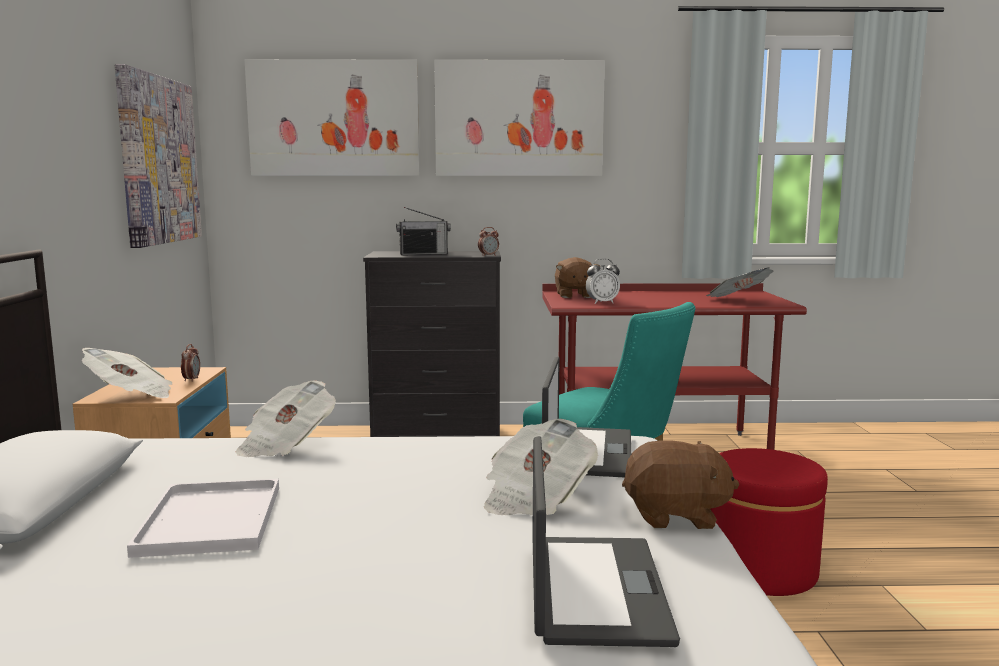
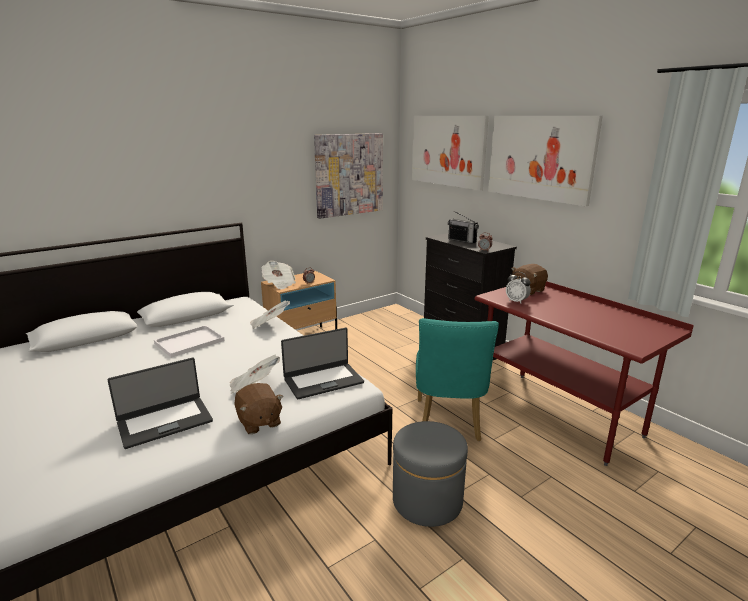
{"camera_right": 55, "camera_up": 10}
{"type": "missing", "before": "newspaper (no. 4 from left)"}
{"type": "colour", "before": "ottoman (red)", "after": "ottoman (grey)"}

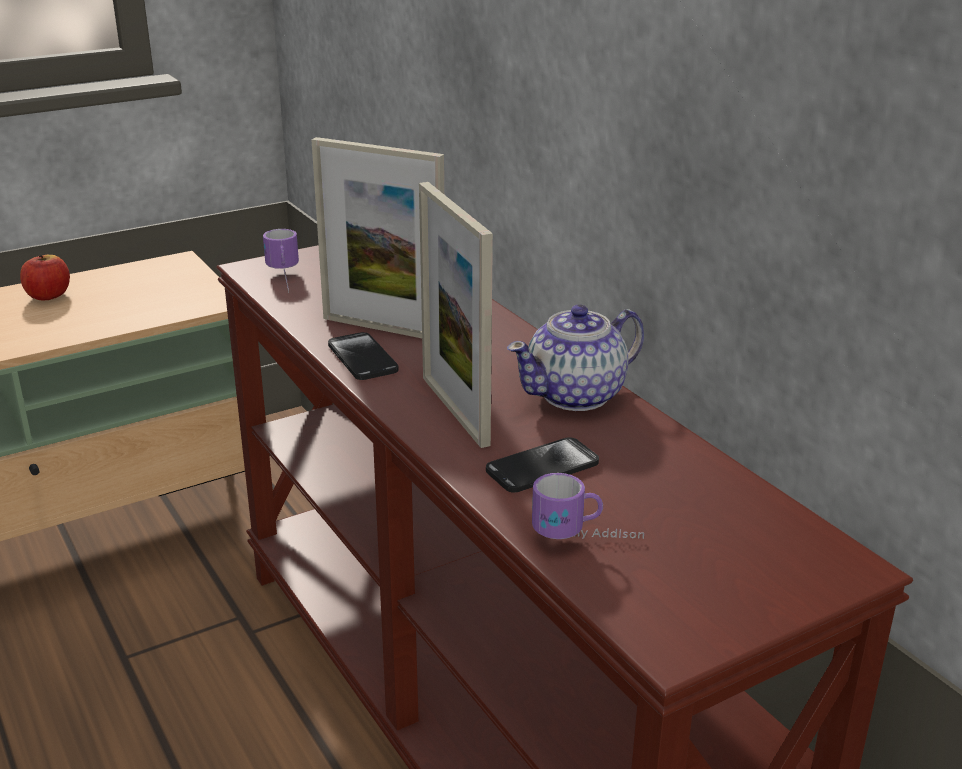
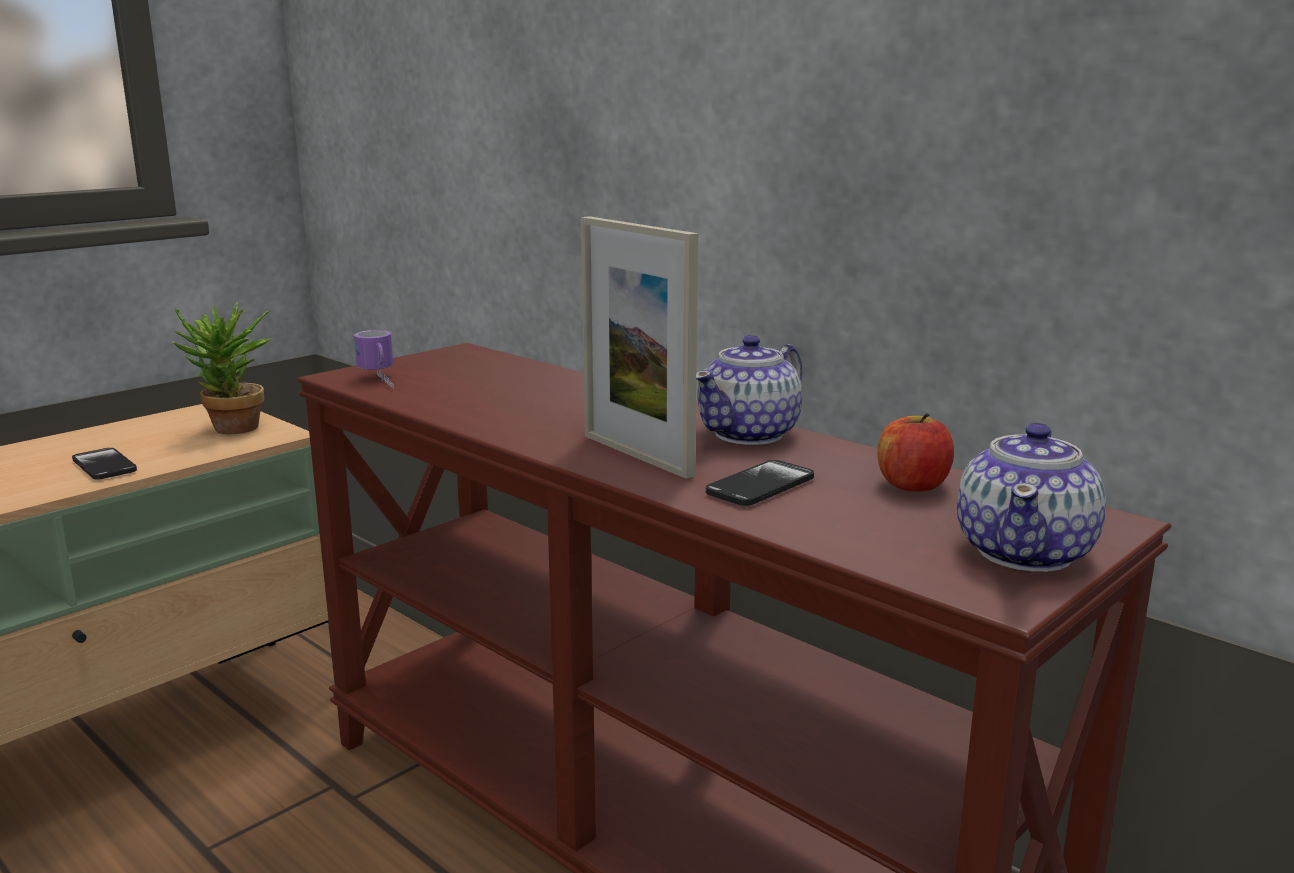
{"camera_right": -15, "camera_up": -10}
{"type": "missing", "before": "picture frame (no. 1 from left)"}
{"type": "relocated", "before": "apple"}
{"type": "relocated", "before": "phone (no. 1 from left)"}
{"type": "missing", "before": "mug (no. 2 from left)"}
{"type": "appeared", "after": "potted plant"}
{"type": "appeared", "after": "teapot (no. 2 from left)"}

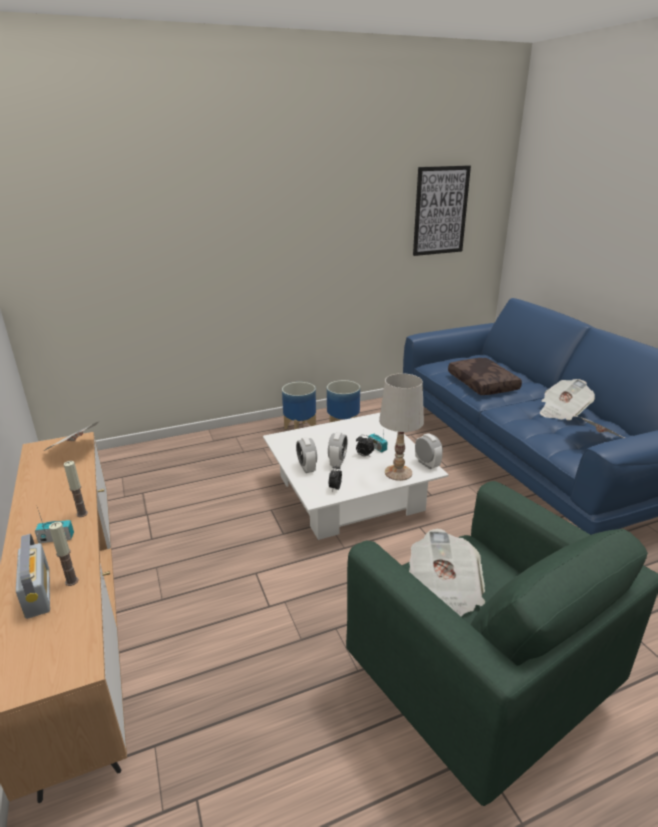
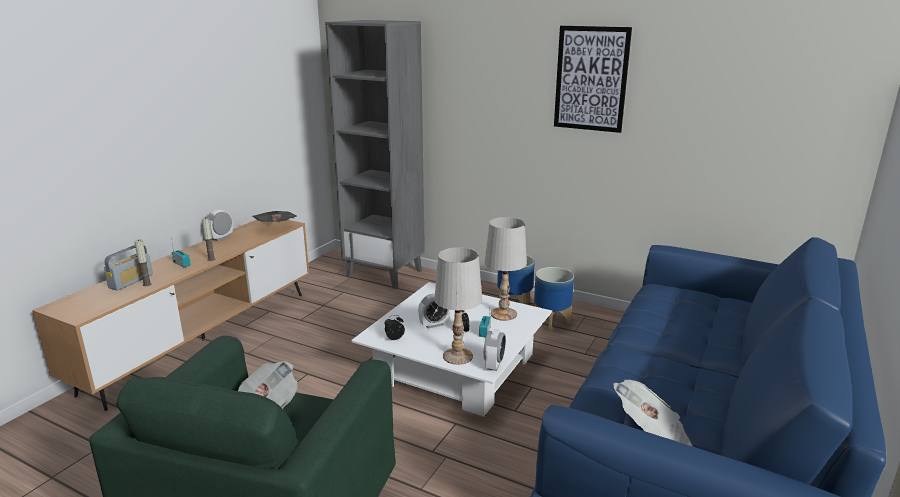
{"camera_right": 50, "camera_up": -5}
{"type": "relocated", "before": "picture"}
{"type": "missing", "before": "pillow (brown)"}
{"type": "missing", "before": "newspaper (no. 3 from left)"}
{"type": "relocated", "before": "alarm clock (no. 1 from left)"}
{"type": "appeared", "after": "bookcase (grey)"}
{"type": "appeared", "after": "table lamp (white) (no. 2 from left)"}

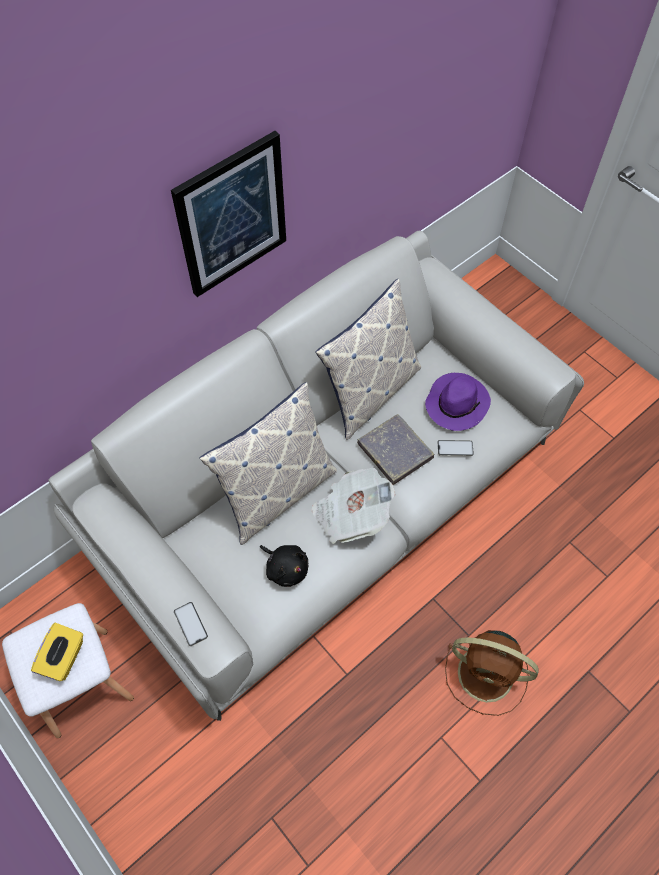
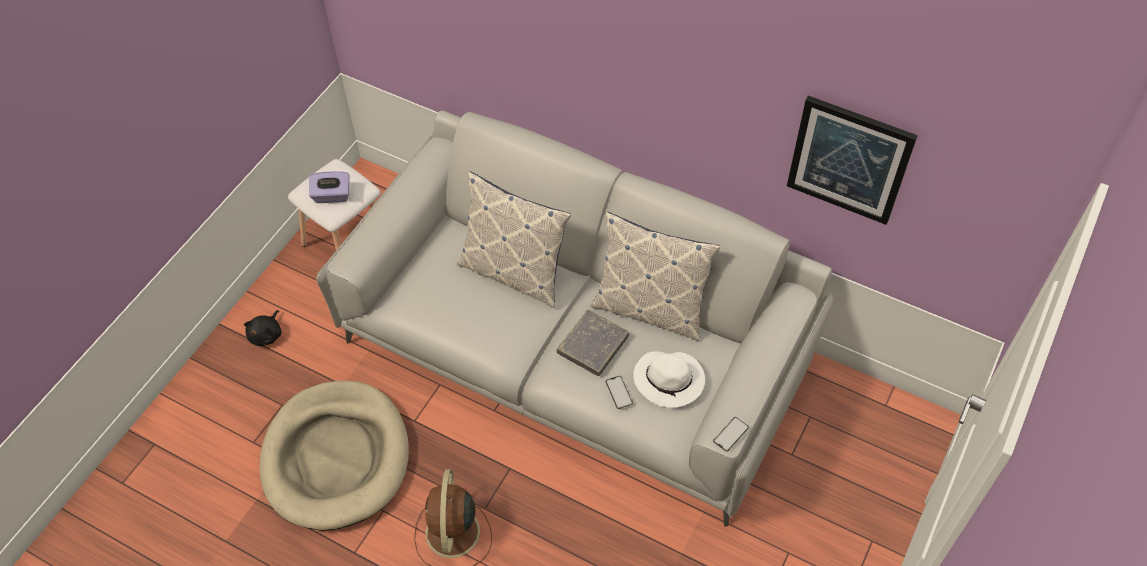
{"camera_right": 70, "camera_up": -5}
{"type": "relocated", "before": "picture"}
{"type": "colour", "before": "hat (purple)", "after": "hat (white)"}
{"type": "missing", "before": "newspaper"}
{"type": "relocated", "before": "plush toy (black)"}
{"type": "relocated", "before": "phone (no. 1 from left in the first image)", "after": "phone (no. 2 from left)"}
{"type": "colour", "before": "tissue box (yellow)", "after": "tissue box (purple)"}
{"type": "appeared", "after": "dog bed (beige)"}

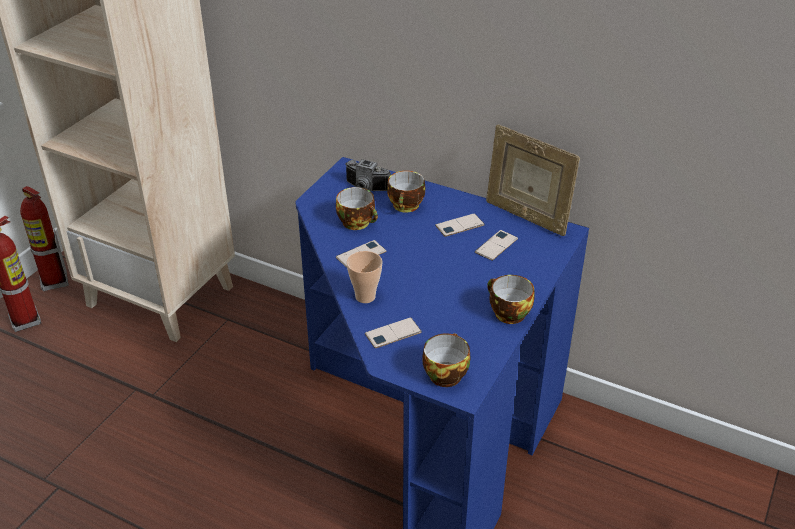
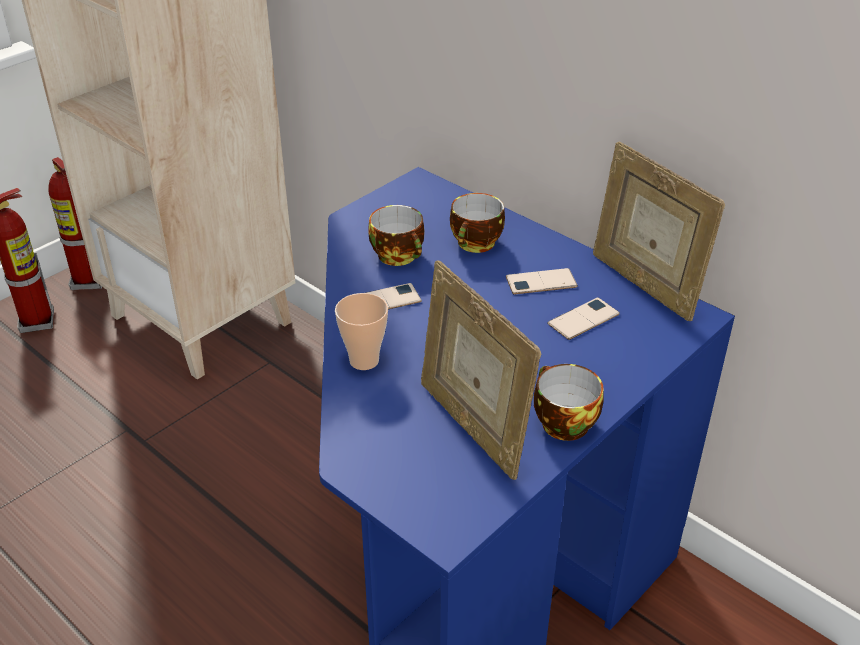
{"camera_right": 15, "camera_up": 0}
{"type": "missing", "before": "photo camera"}
{"type": "missing", "before": "phone (no. 2 from left)"}
{"type": "missing", "before": "cup (no. 4 from left)"}
{"type": "appeared", "after": "picture frame (no. 1 from left)"}

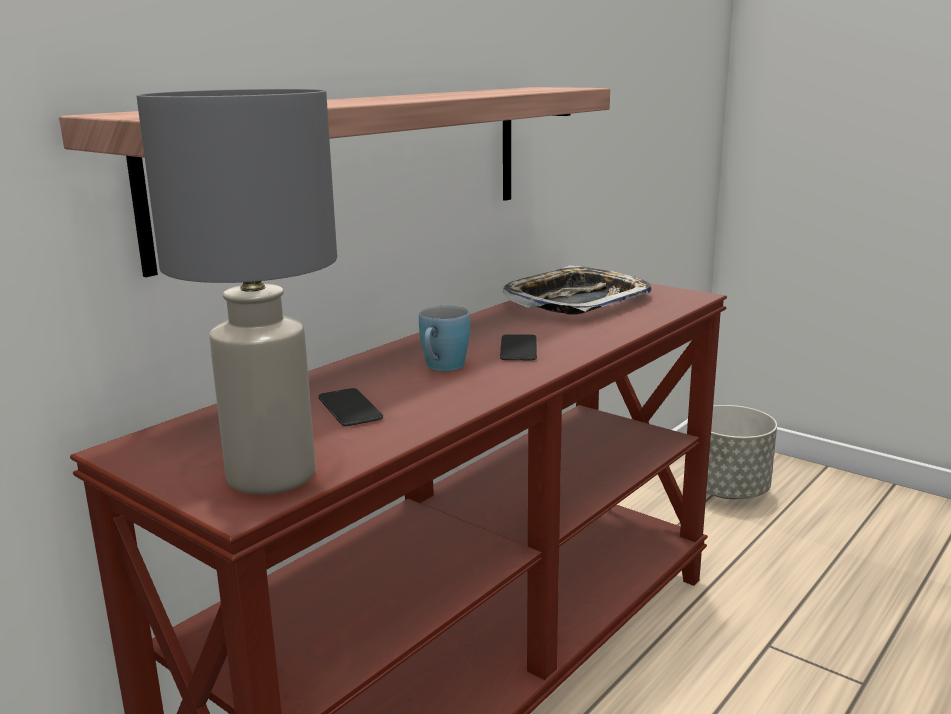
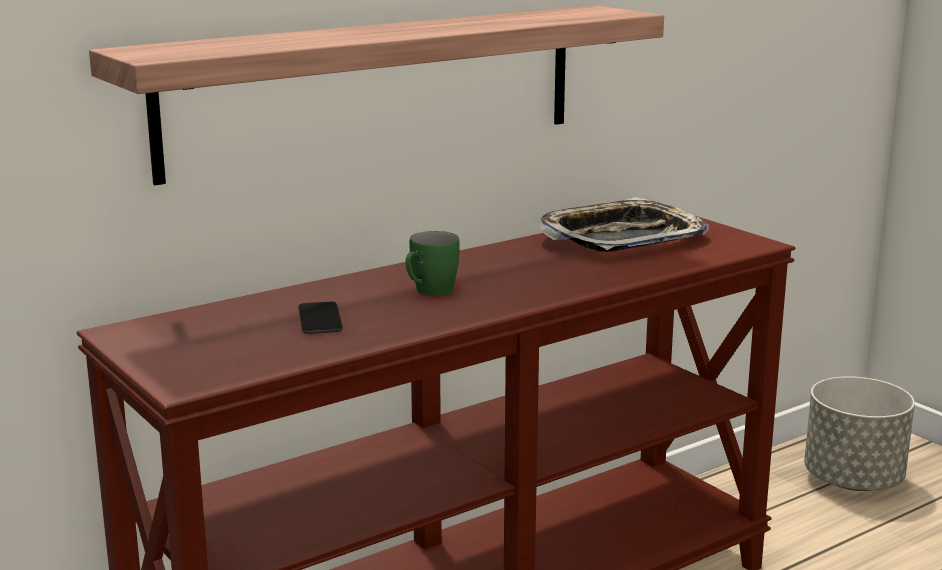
{"camera_right": 15, "camera_up": 0}
{"type": "missing", "before": "table lamp (grey)"}
{"type": "colour", "before": "mug (blue)", "after": "mug (green)"}
{"type": "missing", "before": "phone (no. 2 from left)"}

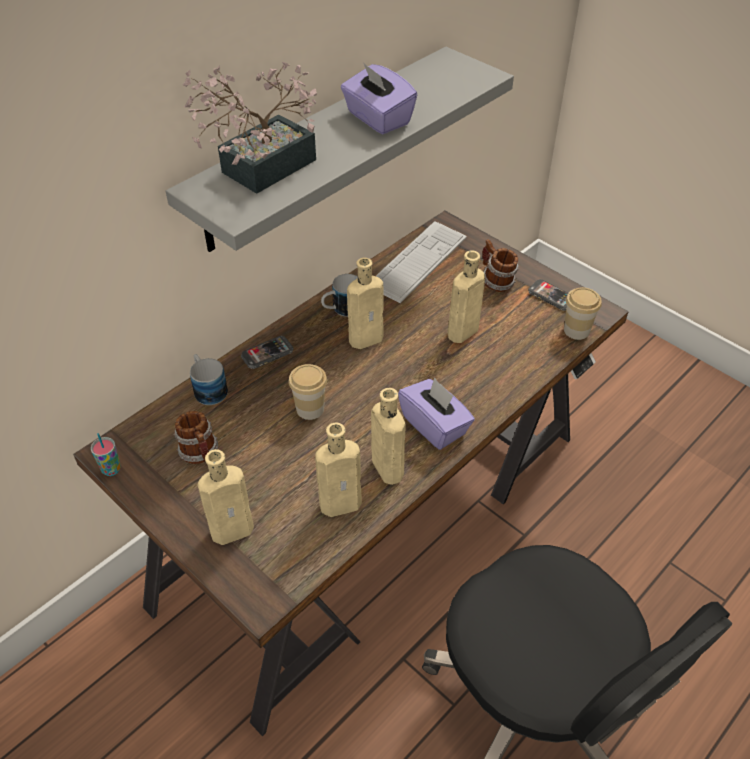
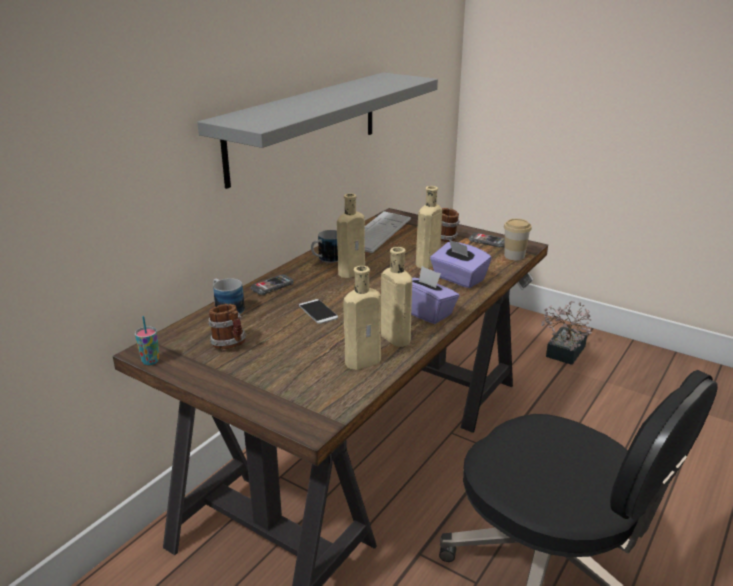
{"camera_right": -10, "camera_up": -20}
{"type": "relocated", "before": "potted plant"}
{"type": "relocated", "before": "tissue box (purple) (no. 1 from left in the first image)", "after": "tissue box (purple) (no. 2 from left)"}
{"type": "exchanged", "before": "cup (no. 2 from left)", "after": "phone (no. 2 from left)"}
{"type": "missing", "before": "bottle (beige) (no. 1 from left)"}

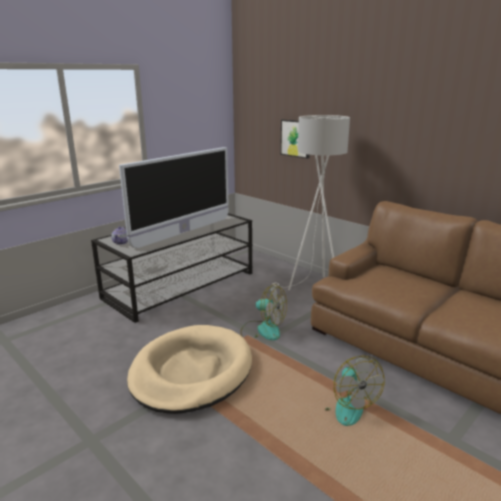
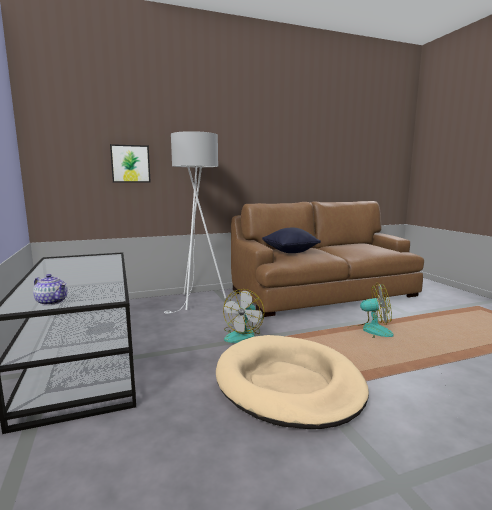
{"camera_right": -65, "camera_up": -10}
{"type": "missing", "before": "television"}
{"type": "spun", "before": "fan (no. 1 from left)", "turn": 150}
{"type": "appeared", "after": "pillow (black)"}

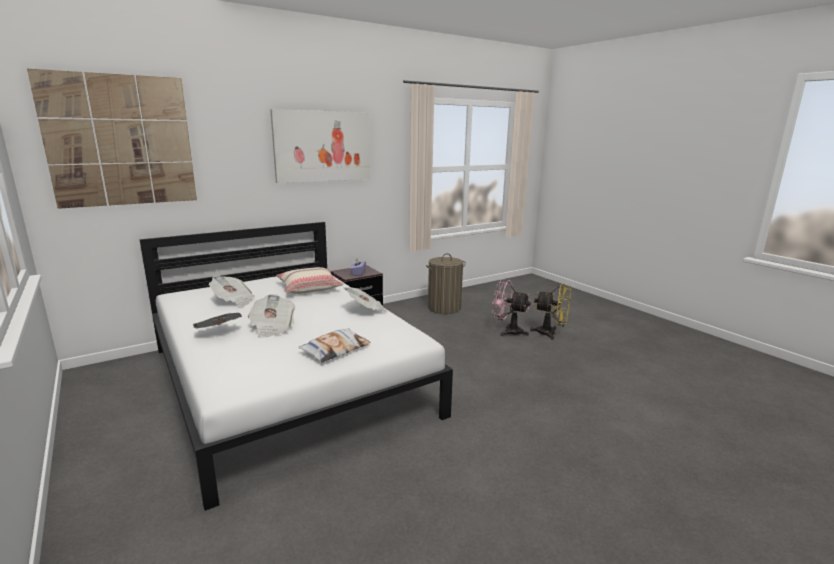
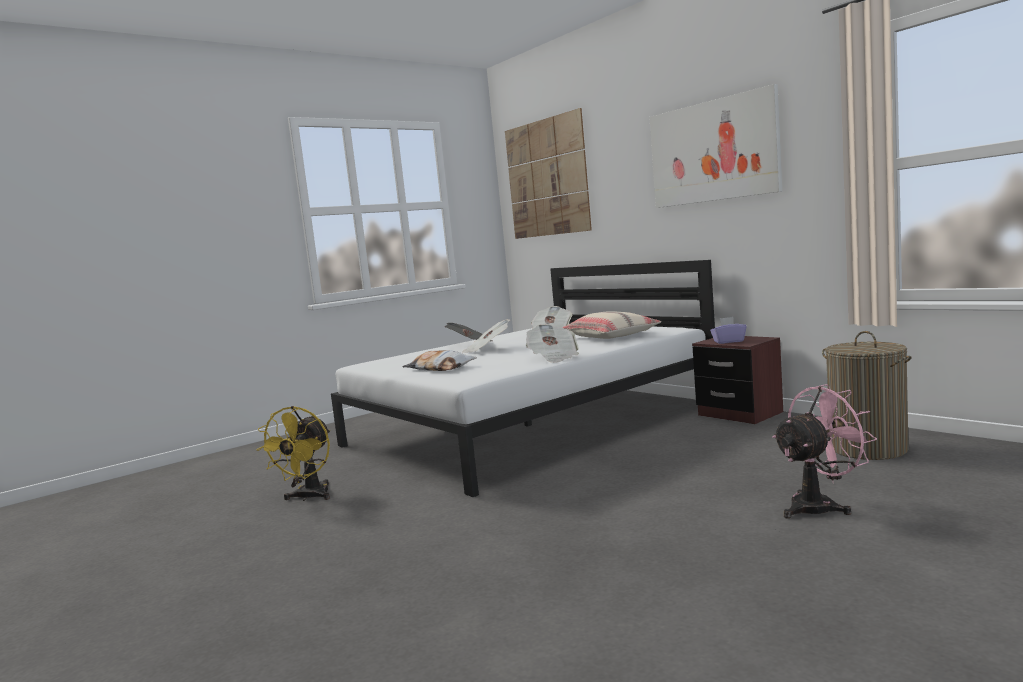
{"camera_right": 85, "camera_up": -10}
{"type": "spun", "before": "fan (pink)", "turn": 45}
{"type": "relocated", "before": "fan (yellow)"}

